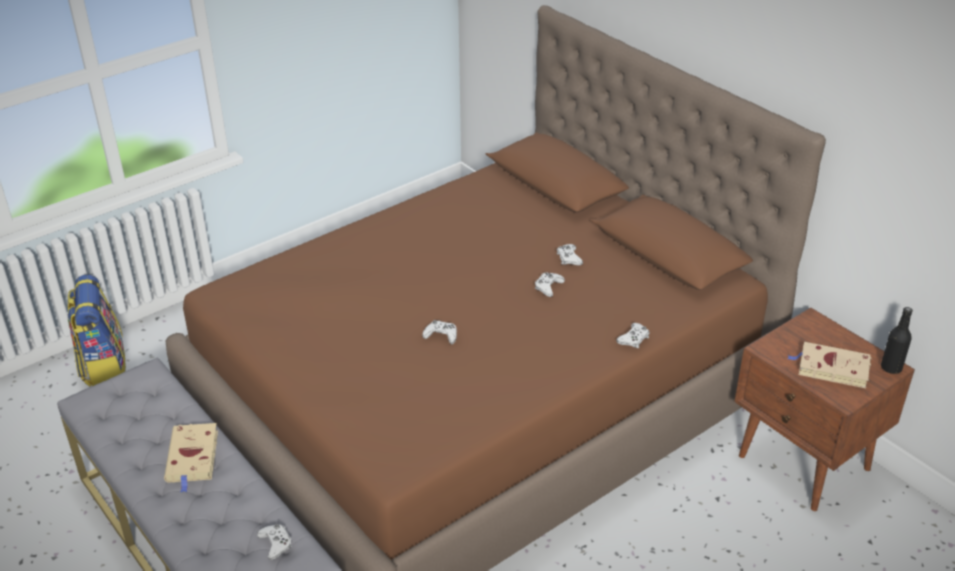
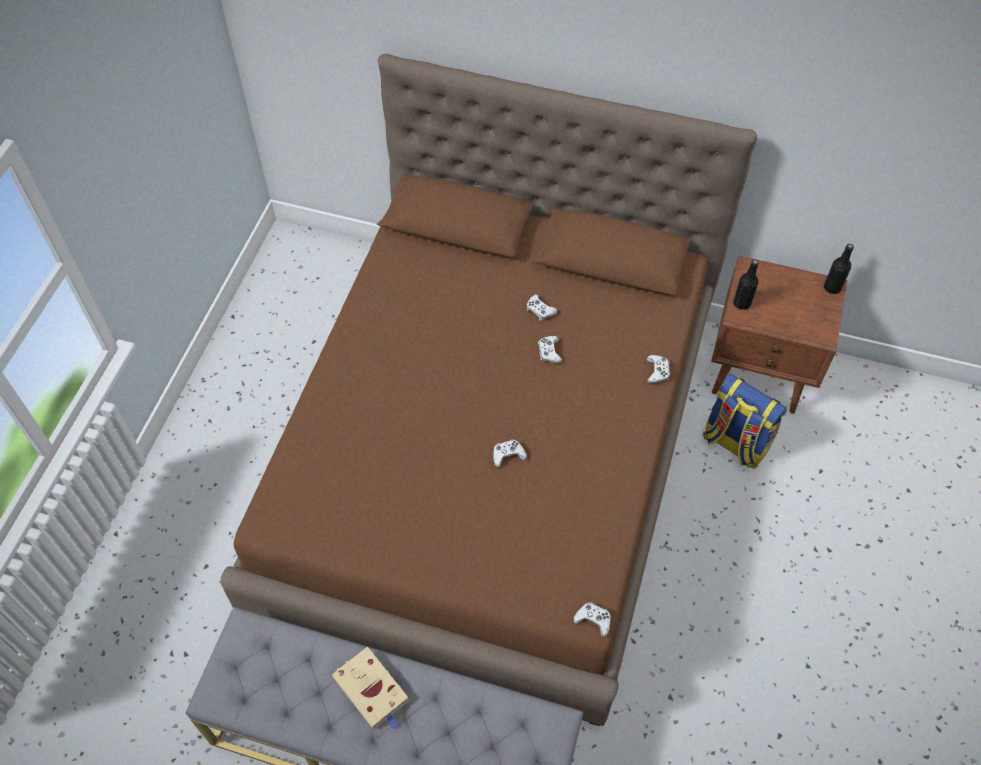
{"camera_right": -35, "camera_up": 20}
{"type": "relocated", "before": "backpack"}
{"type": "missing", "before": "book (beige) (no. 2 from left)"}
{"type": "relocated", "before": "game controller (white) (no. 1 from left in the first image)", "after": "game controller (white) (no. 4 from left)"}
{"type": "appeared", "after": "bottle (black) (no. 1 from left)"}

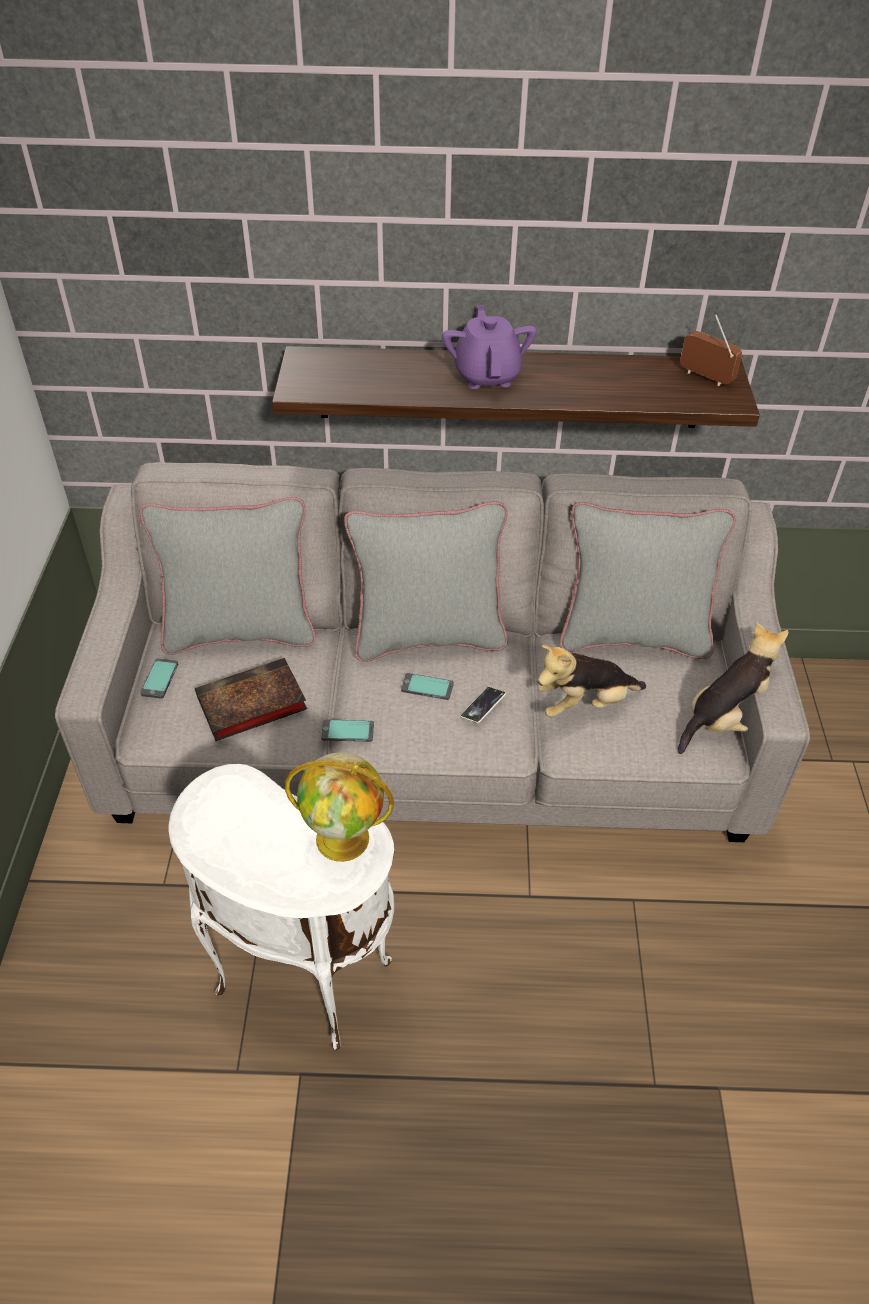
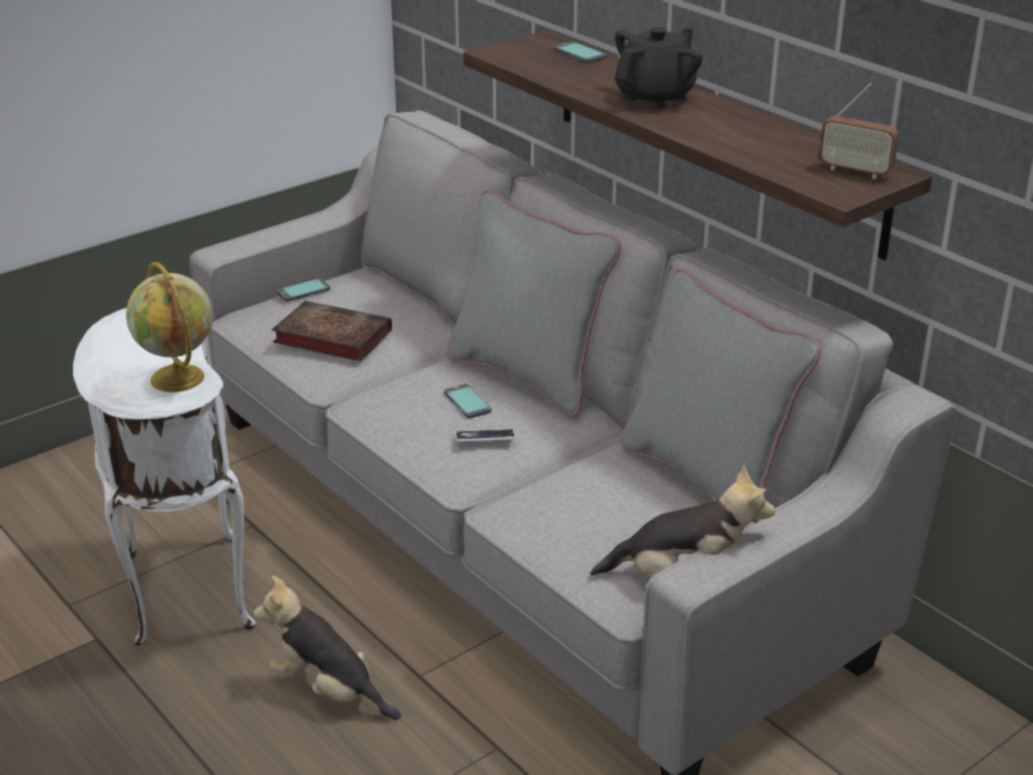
{"camera_right": 50, "camera_up": -15}
{"type": "colour", "before": "teapot (purple)", "after": "teapot (black)"}
{"type": "spun", "before": "radio", "turn": 120}
{"type": "missing", "before": "pillow (grey) (no. 1 from left)"}
{"type": "relocated", "before": "plush toy (no. 1 from left)"}
{"type": "relocated", "before": "phone (no. 2 from left in the first image)", "after": "phone (no. 4 from left)"}

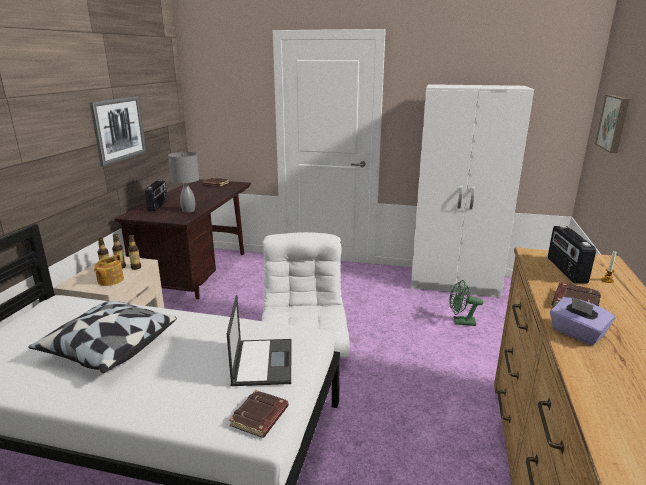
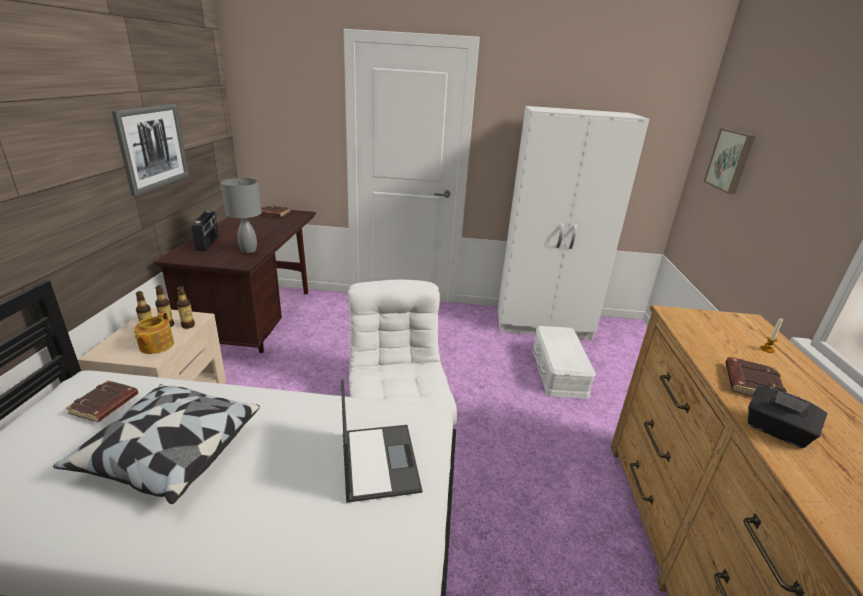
{"camera_right": -10, "camera_up": 5}
{"type": "missing", "before": "radio (no. 2 from left)"}
{"type": "exchanged", "before": "fan (green)", "after": "storage box (white)"}
{"type": "colour", "before": "tissue box (purple)", "after": "tissue box (black)"}
{"type": "relocated", "before": "book (brown) (no. 2 from left in the first image)", "after": "book (brown) (no. 1 from left)"}

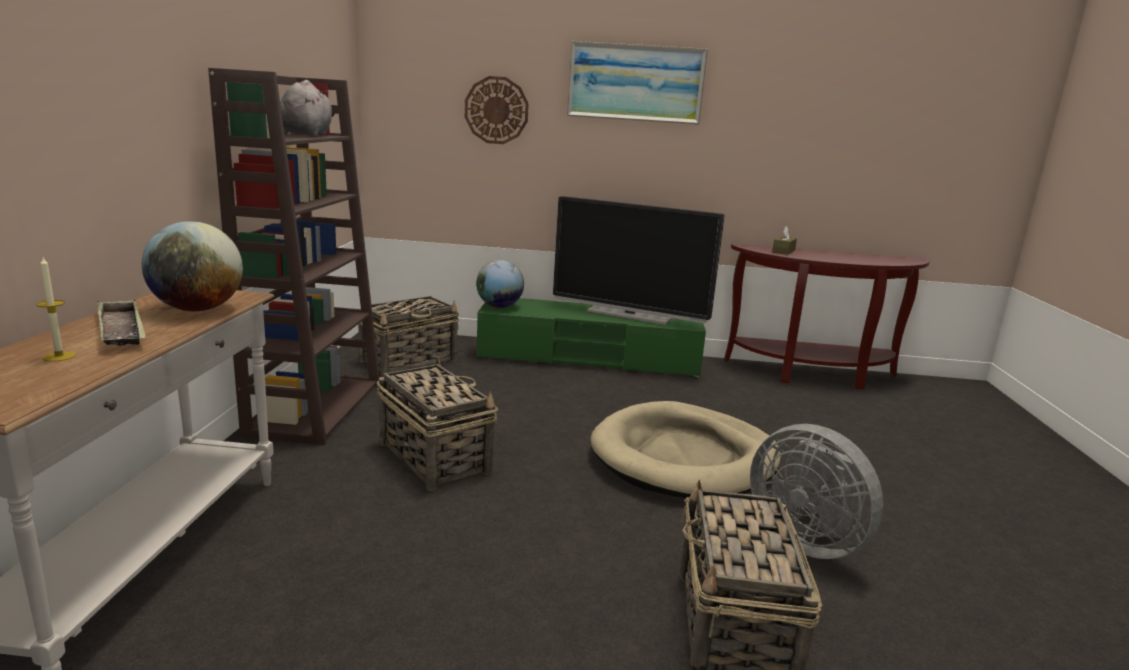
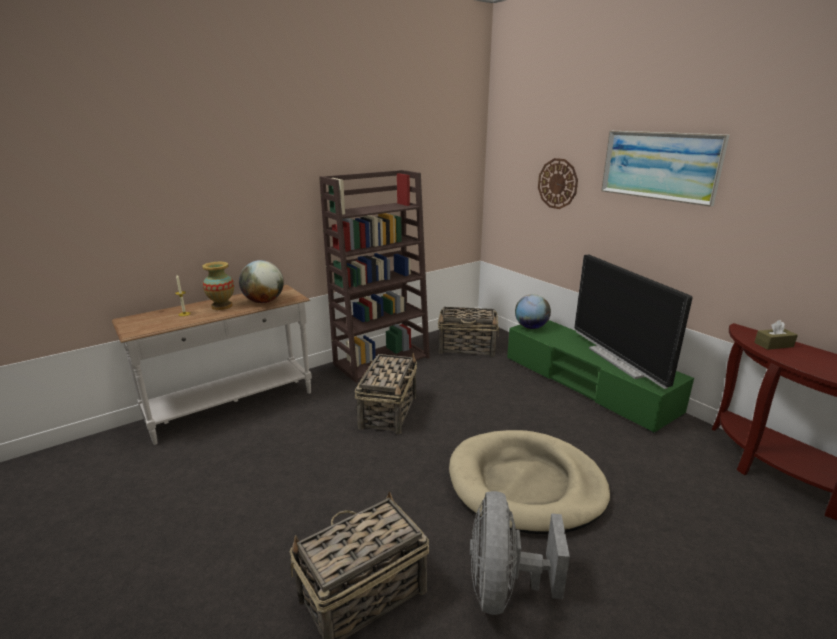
{"camera_right": 50, "camera_up": 5}
{"type": "missing", "before": "plush toy (grey)"}
{"type": "exchanged", "before": "tray", "after": "vase"}

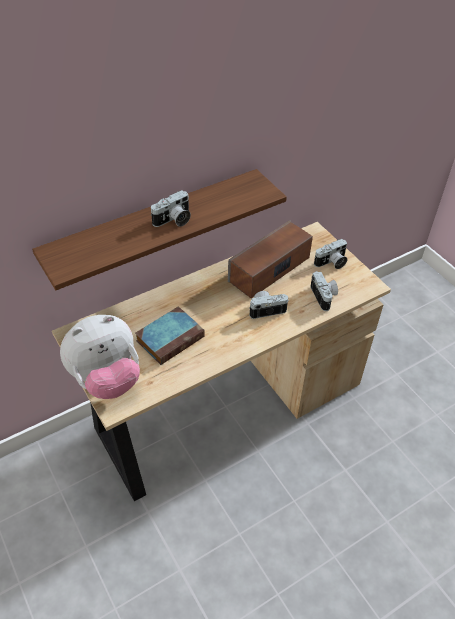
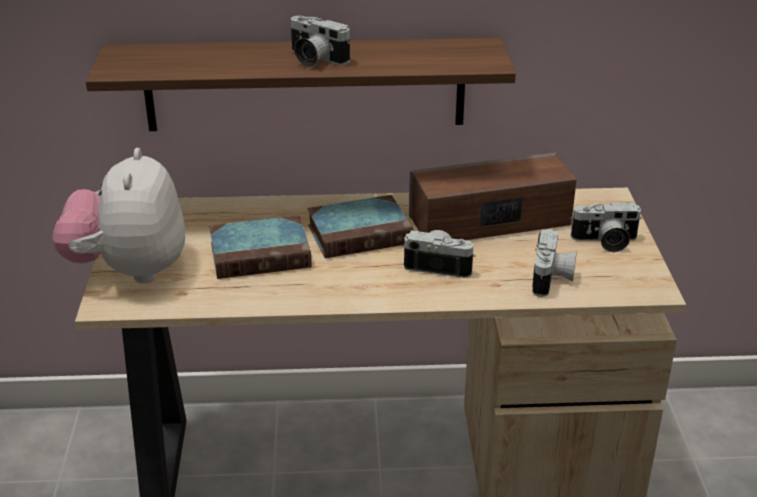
{"camera_right": 30, "camera_up": -15}
{"type": "spun", "before": "photo camera (no. 1 from left)", "turn": 45}
{"type": "spun", "before": "plush toy", "turn": 90}
{"type": "appeared", "after": "book (no. 2 from left)"}

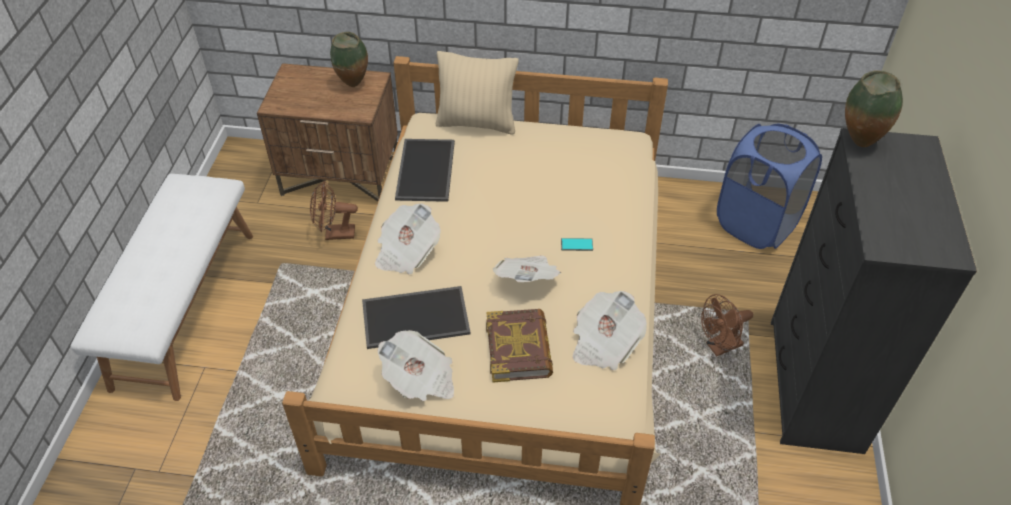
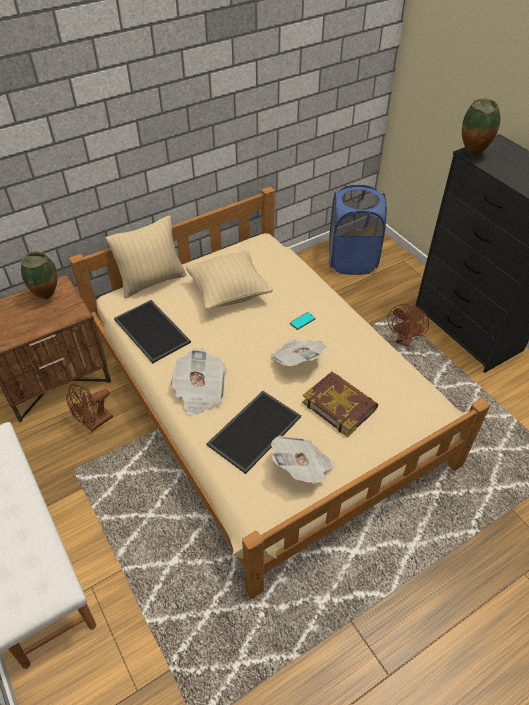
{"camera_right": -40, "camera_up": 0}
{"type": "missing", "before": "newspaper (no. 4 from left)"}
{"type": "appeared", "after": "pillow (beige) (no. 2 from left)"}

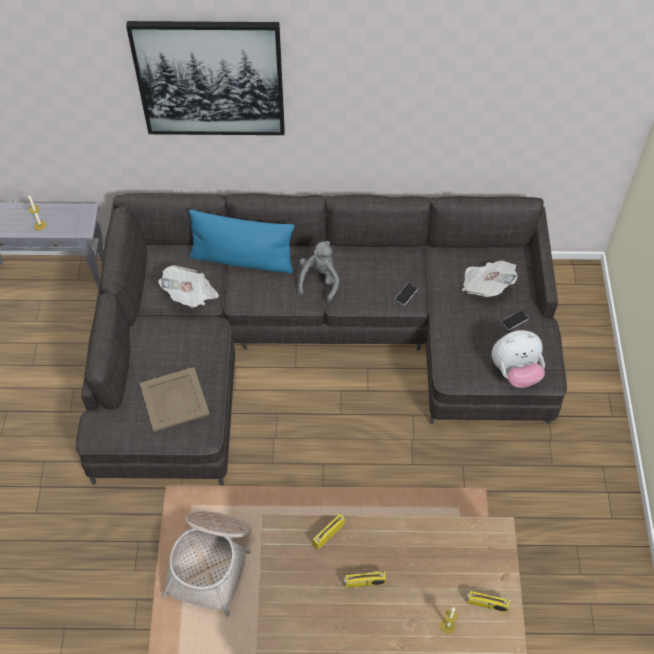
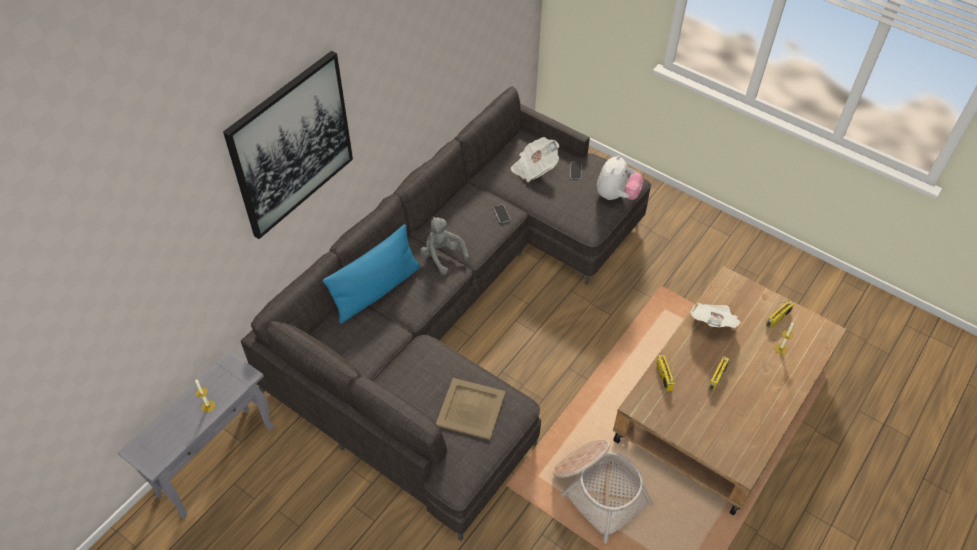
{"camera_right": -55, "camera_up": -5}
{"type": "relocated", "before": "newspaper (no. 1 from left in the first image)", "after": "newspaper (no. 2 from left)"}

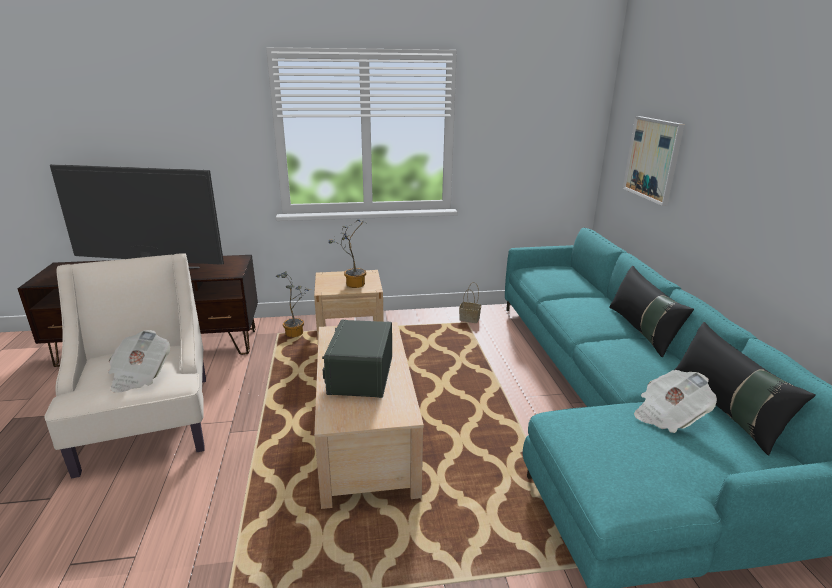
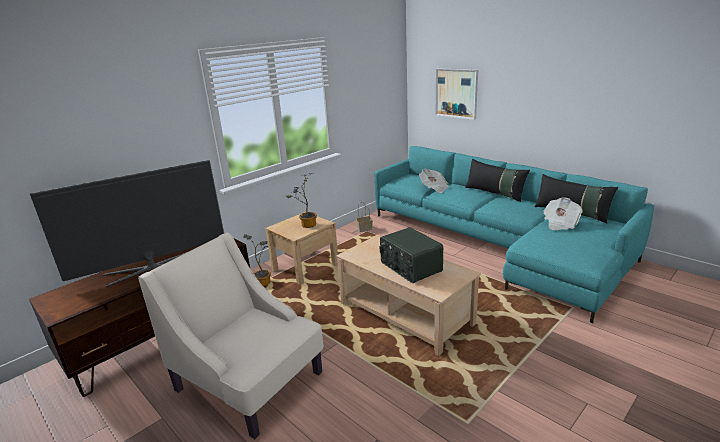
{"camera_right": -35, "camera_up": 0}
{"type": "relocated", "before": "newspaper (no. 1 from left)"}

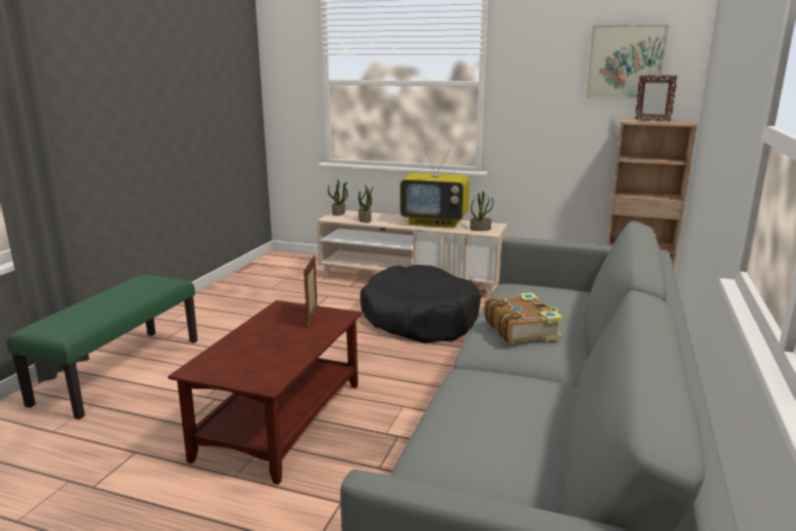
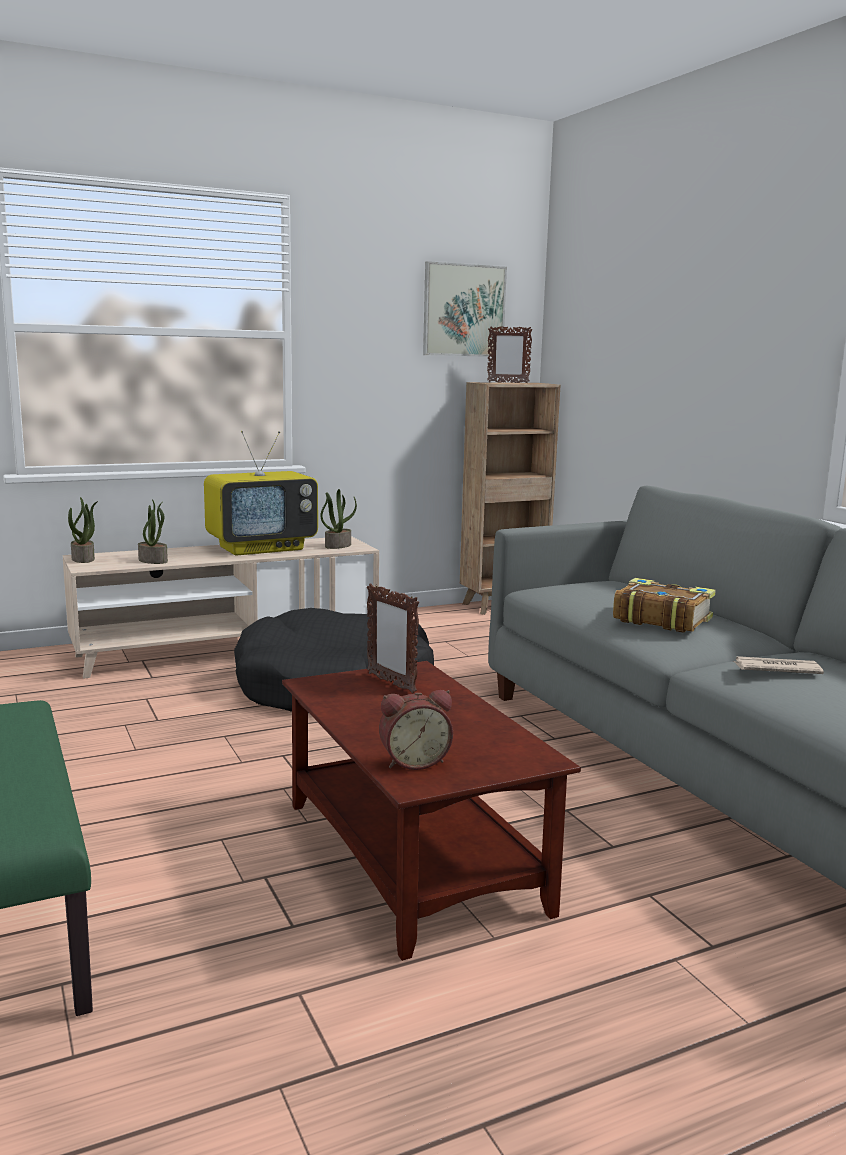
{"camera_right": -45, "camera_up": -5}
{"type": "appeared", "after": "newspaper"}
{"type": "appeared", "after": "alarm clock"}

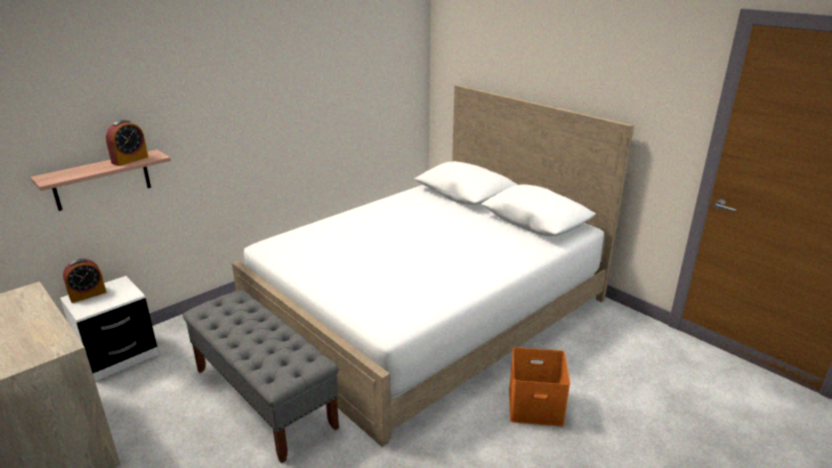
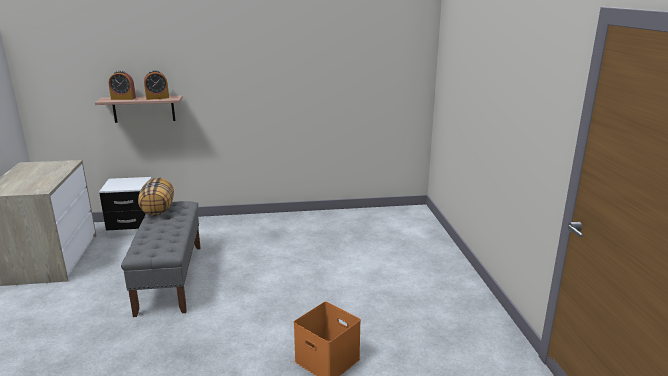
{"camera_right": 35, "camera_up": -5}
{"type": "missing", "before": "bed (white)"}
{"type": "relocated", "before": "alarm clock (no. 1 from left)"}
{"type": "appeared", "after": "pillow"}

